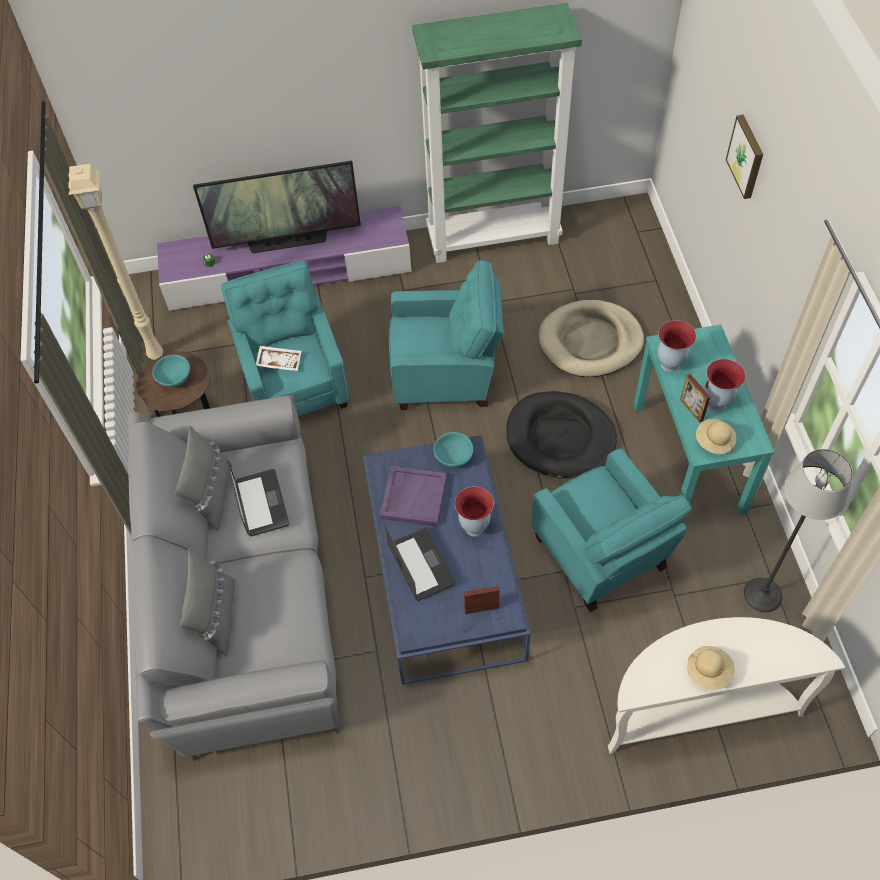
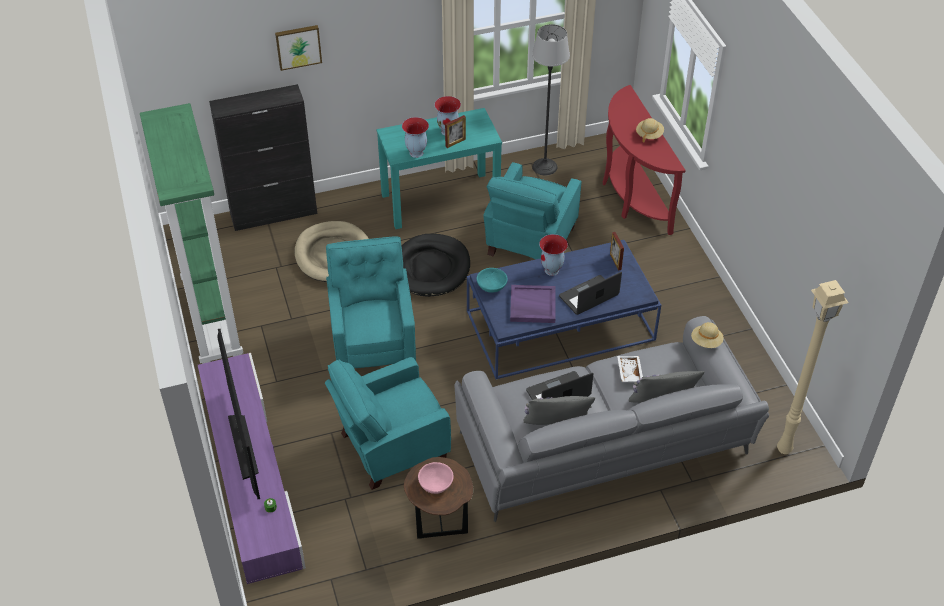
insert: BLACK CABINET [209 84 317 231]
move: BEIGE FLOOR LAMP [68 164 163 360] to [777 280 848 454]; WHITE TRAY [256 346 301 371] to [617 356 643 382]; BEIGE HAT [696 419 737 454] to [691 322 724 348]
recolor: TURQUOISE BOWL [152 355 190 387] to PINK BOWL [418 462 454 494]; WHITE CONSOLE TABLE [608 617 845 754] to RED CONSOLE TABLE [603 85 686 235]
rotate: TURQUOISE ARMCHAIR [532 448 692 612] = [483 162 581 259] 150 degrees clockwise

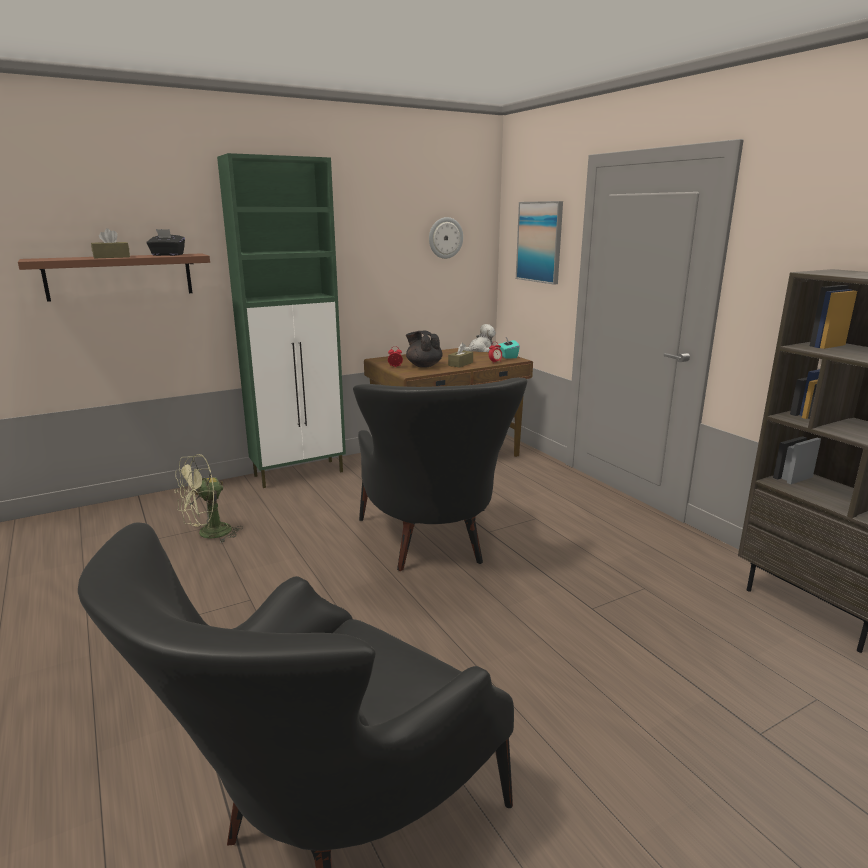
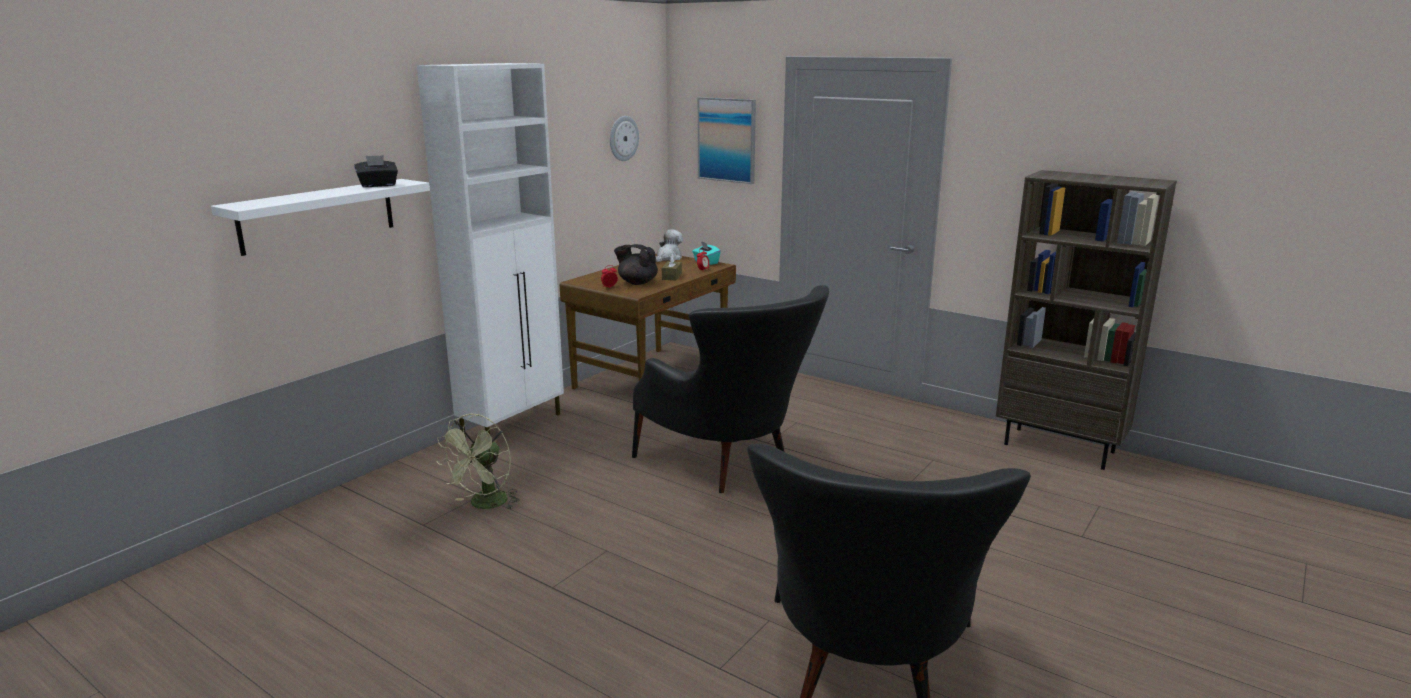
delete: BROWN TISSUE BOX [91 228 130 258]
recolor: GREEN CABINET [217 153 346 488] to WHITE CABINET [417 63 564 437]; BROWN SHELF [18 253 210 302] to WHITE SHELF [211 179 430 256]

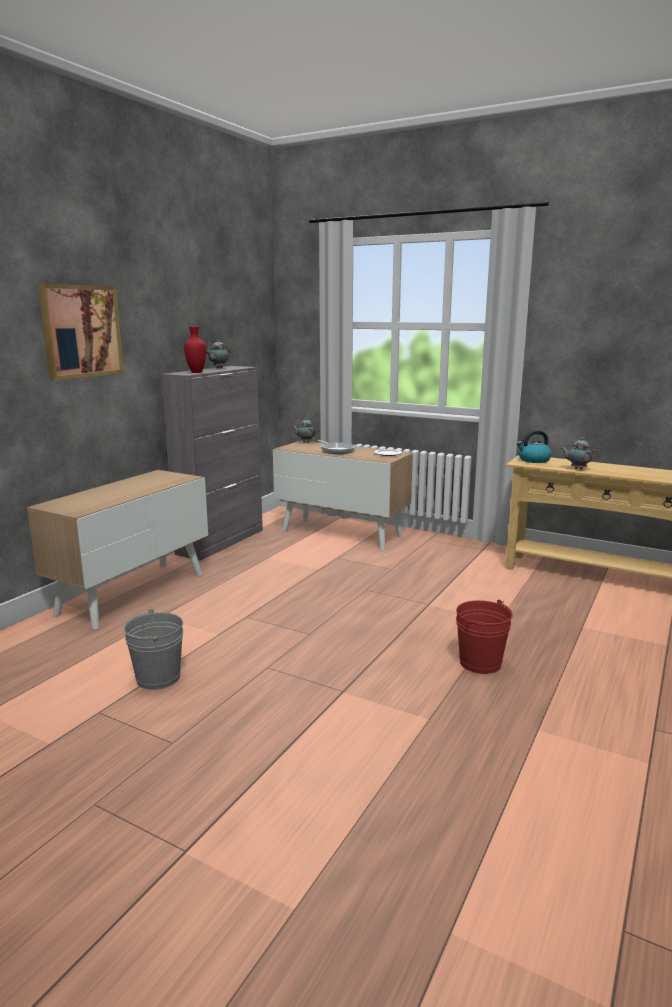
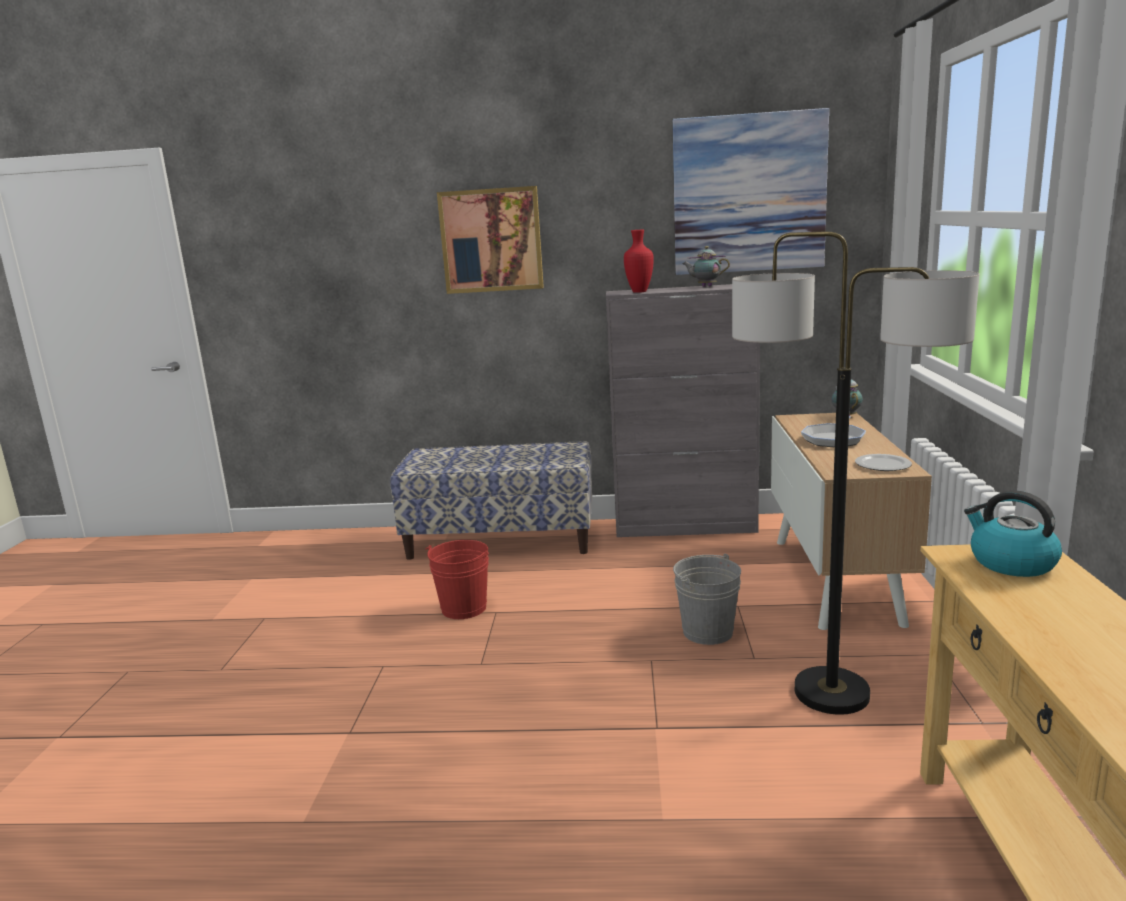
delete: TEAPOT [560 438 600 470]
insert: PICTURE [672 108 829 275]; FLOOR LAMP [732 231 980 715]
move: RED BUCKET [456 600 513 674] to [425 540 489 619]; GREY BUCKET [123 609 183 690] to [673 554 741 645]
replace: CABINET [27 470 208 629] to BENCH [390 441 592 560]

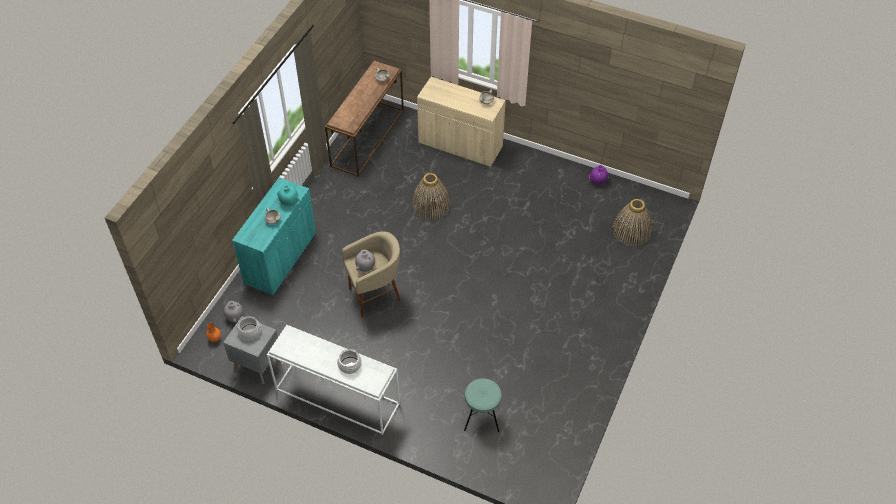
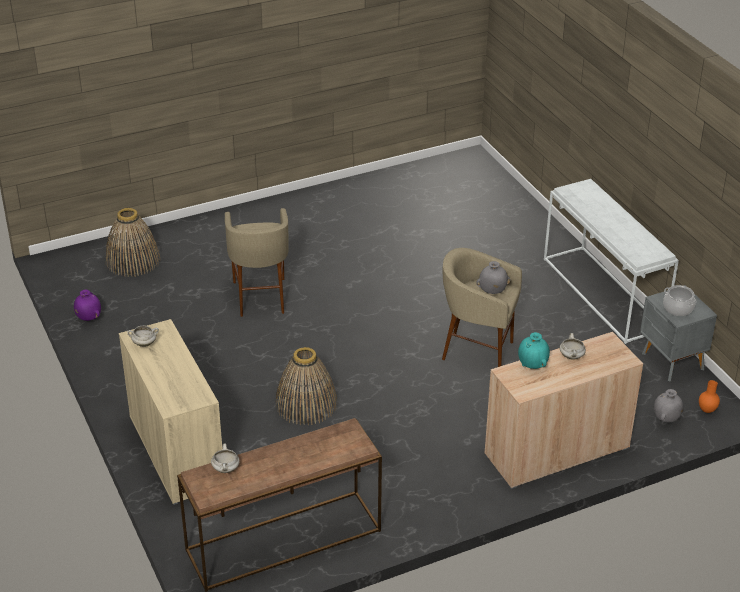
delete: COOKING POT [337 348 362 374]; TURQUOISE STOOL [464 378 501 432]
insert: BEIGE STOOL [225 208 289 317]
recolor: TURQUOISE CABINET [232 178 316 295] to BEIGE CABINET [485 332 643 489]

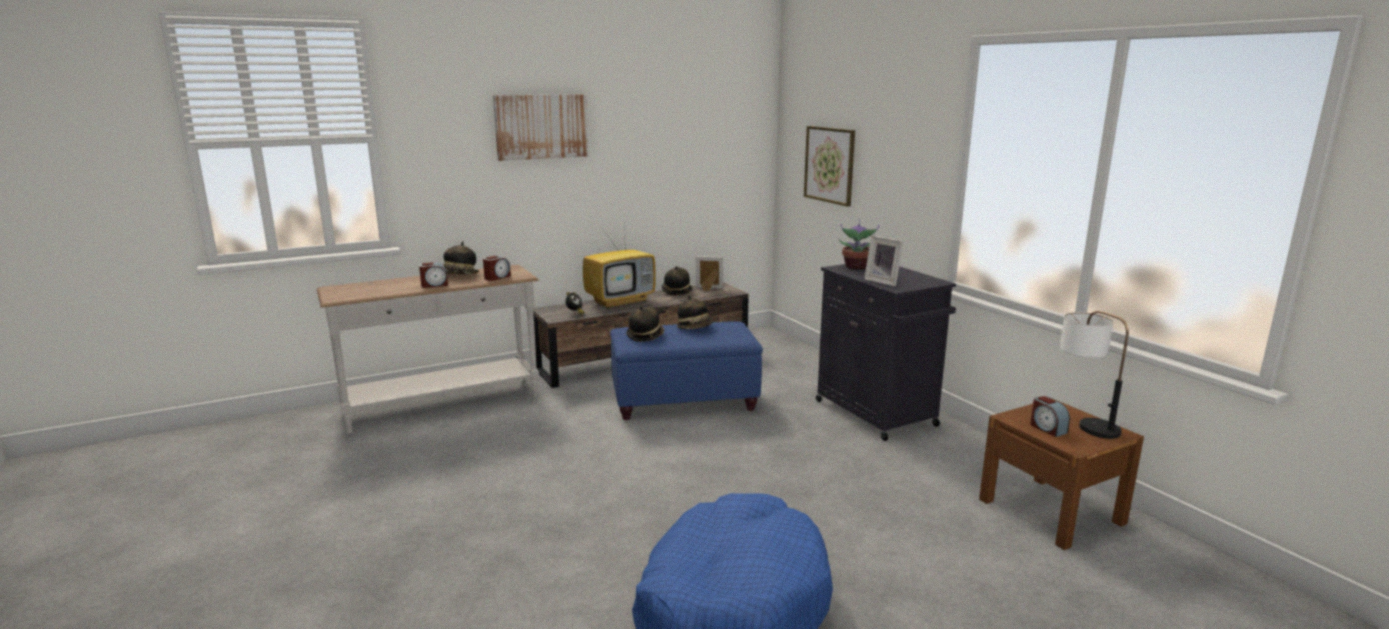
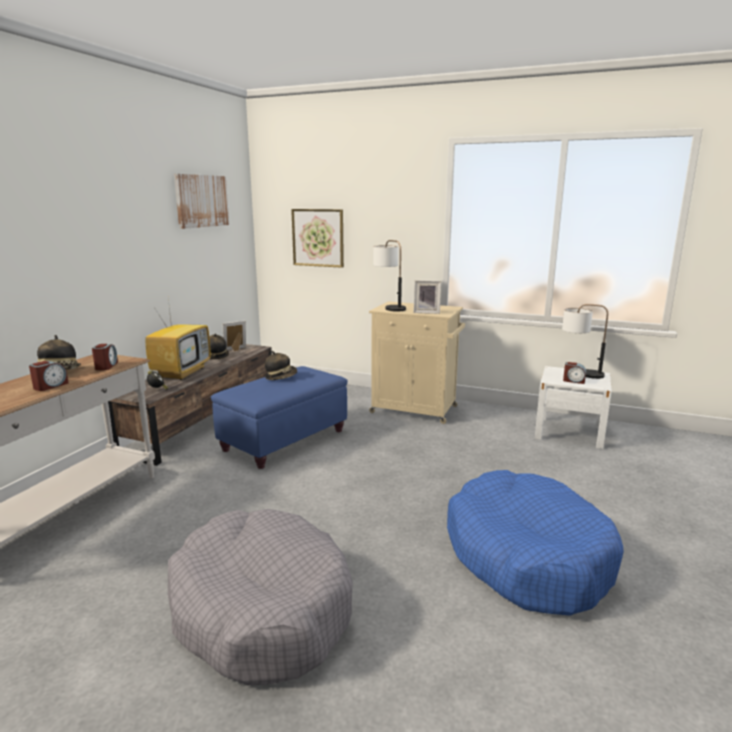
delete: HAT [626 306 664 342]
insert: GREY DOG BED [168 509 353 685]
move: PICTURE [493 94 589 161] to [174 174 229 229]
replace: POTTED PLANT [838 219 880 269] to TABLE LAMP [373 240 406 312]
recolor: BLACK CABINET [816 264 956 441] to BEIGE CABINET [369 302 465 424]; BROWN NIGHTSTAND [979 399 1144 550] to WHITE NIGHTSTAND [535 366 612 449]

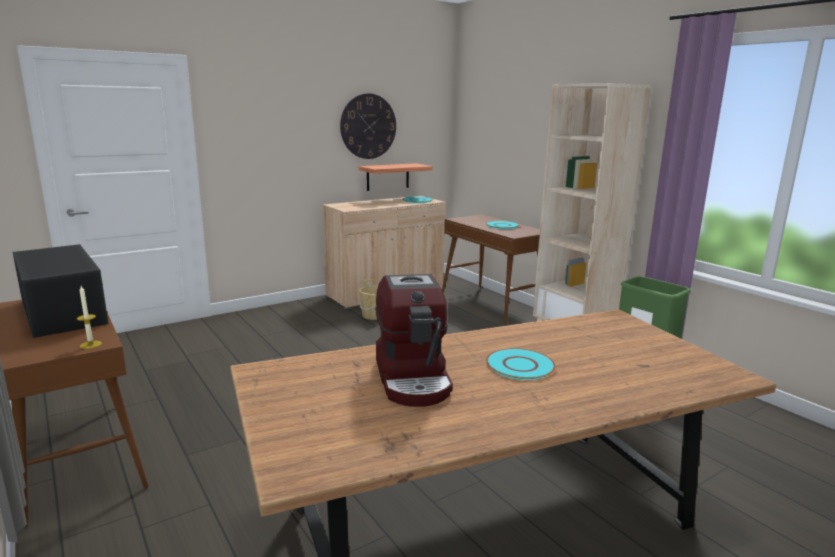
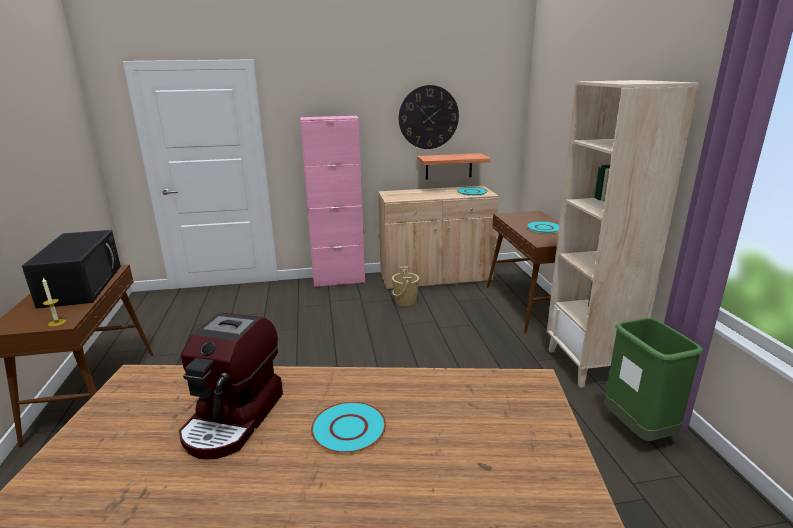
insert: PINK CABINET [300 116 365 287]

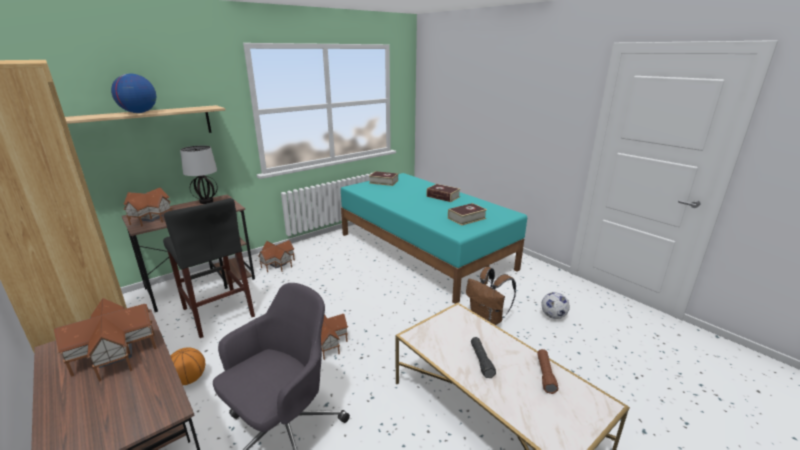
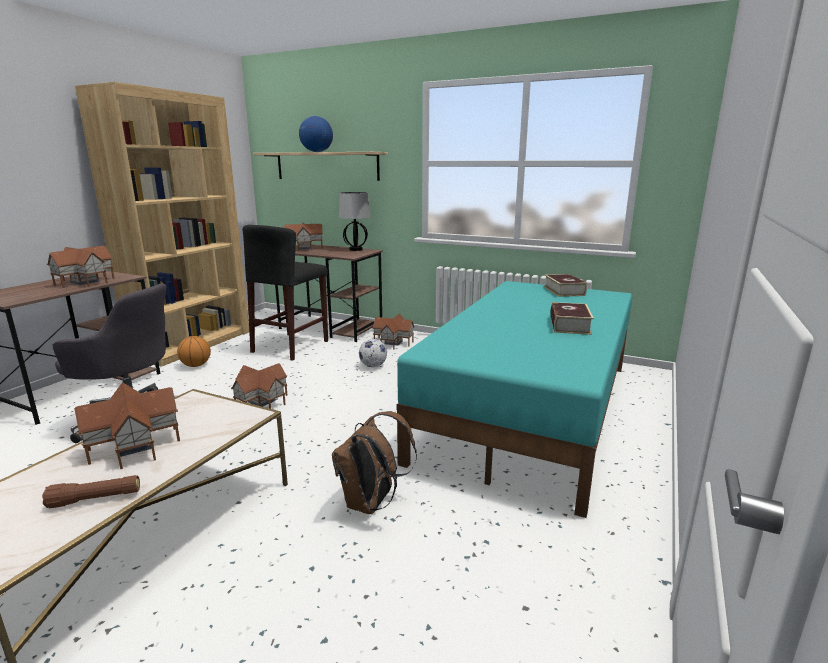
delete: BOOK [448 203 487 226]
move: FOOTBALL [541 292 570 319] to [359 339 387 367]
replace: BLACK FLASHLIGHT [471 337 496 378] to TOY HOUSE [74 382 180 469]

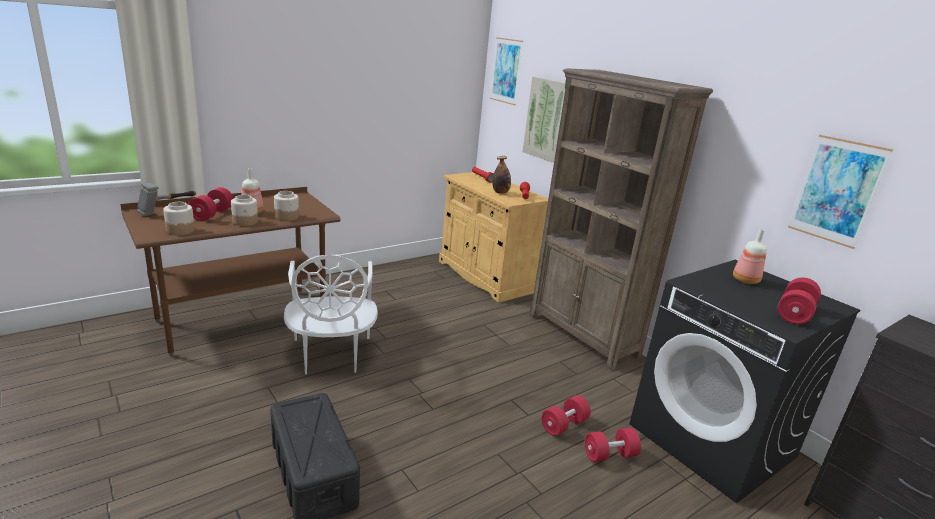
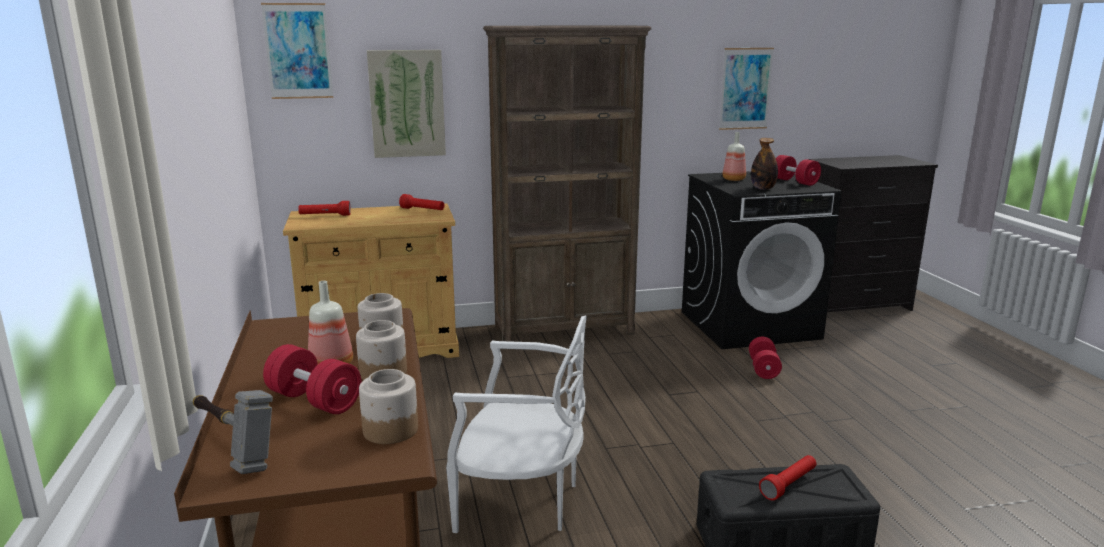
delete: RED DUMBBELL [541 395 591 436]
insert: RED FLASHLIGHT [759 455 816 501]
move: BOTTLE [492 156 511 194] to [751 138 778 190]

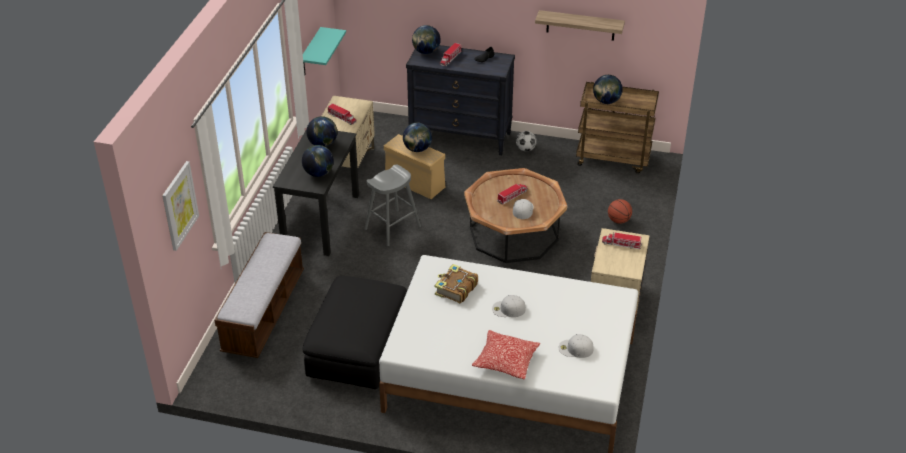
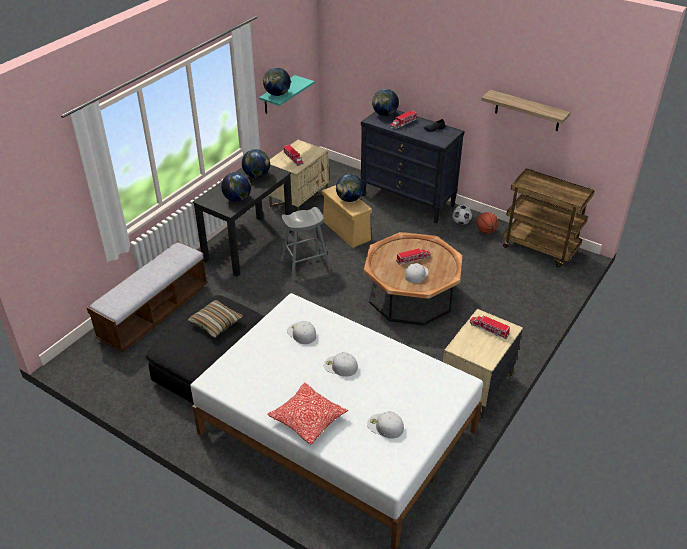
delete: PICTURE [162 161 199 251]
insert: PILLOW [188 300 243 338]
move: GLOBE [593 75 623 104] to [263 67 291 96]; BASKETBALL [608 199 632 224] to [476 212 498 234]
replace: BOOK [435 264 478 303] to WHITE CAP [287 321 316 344]

